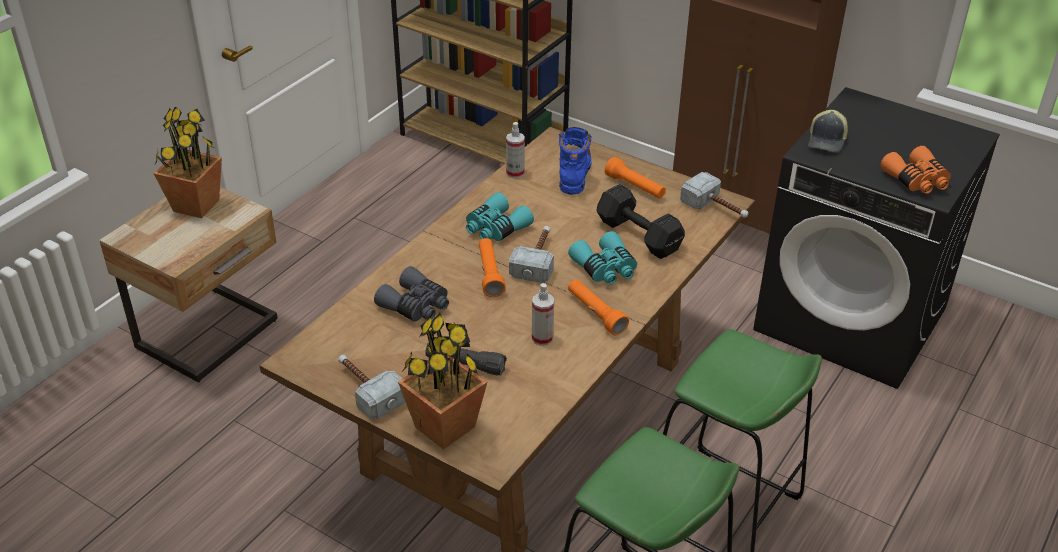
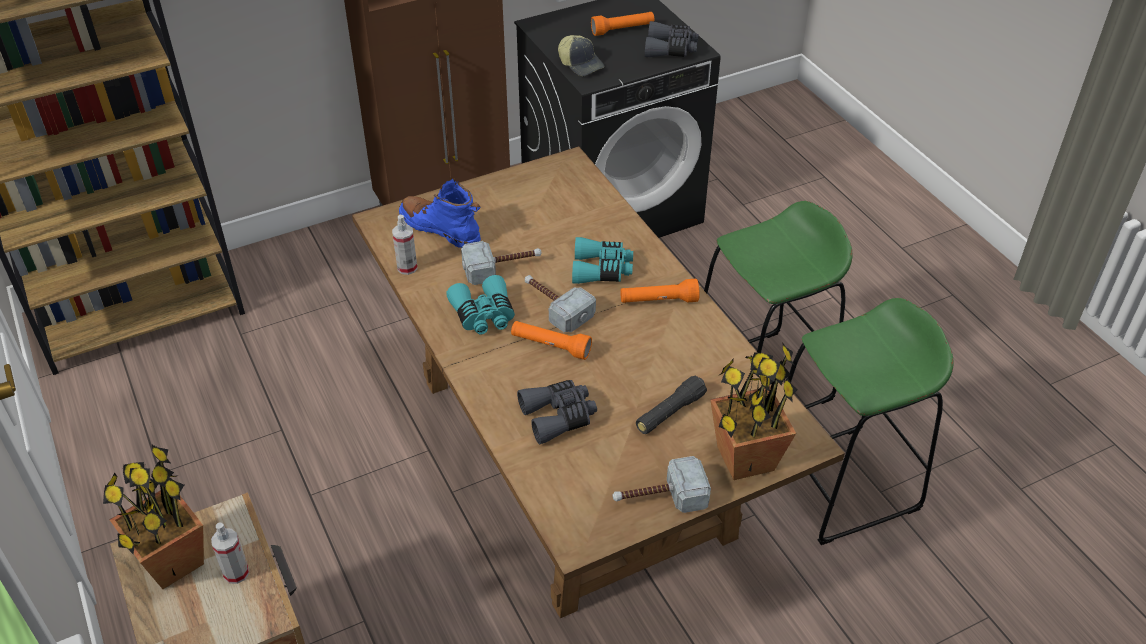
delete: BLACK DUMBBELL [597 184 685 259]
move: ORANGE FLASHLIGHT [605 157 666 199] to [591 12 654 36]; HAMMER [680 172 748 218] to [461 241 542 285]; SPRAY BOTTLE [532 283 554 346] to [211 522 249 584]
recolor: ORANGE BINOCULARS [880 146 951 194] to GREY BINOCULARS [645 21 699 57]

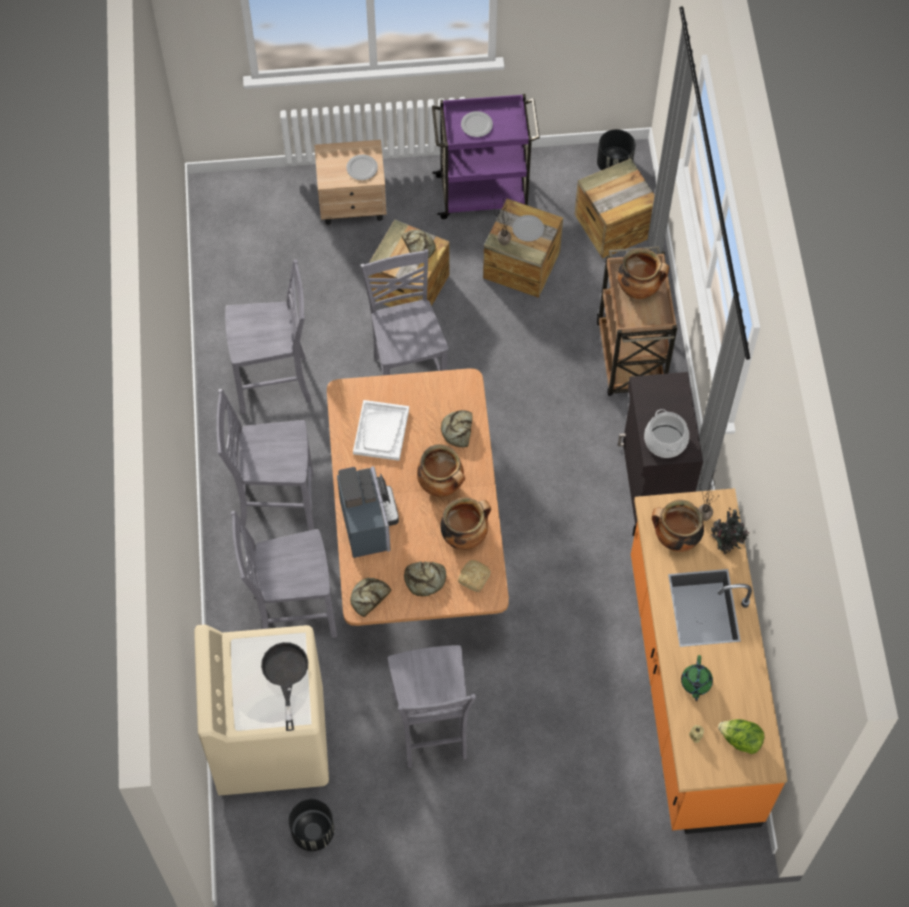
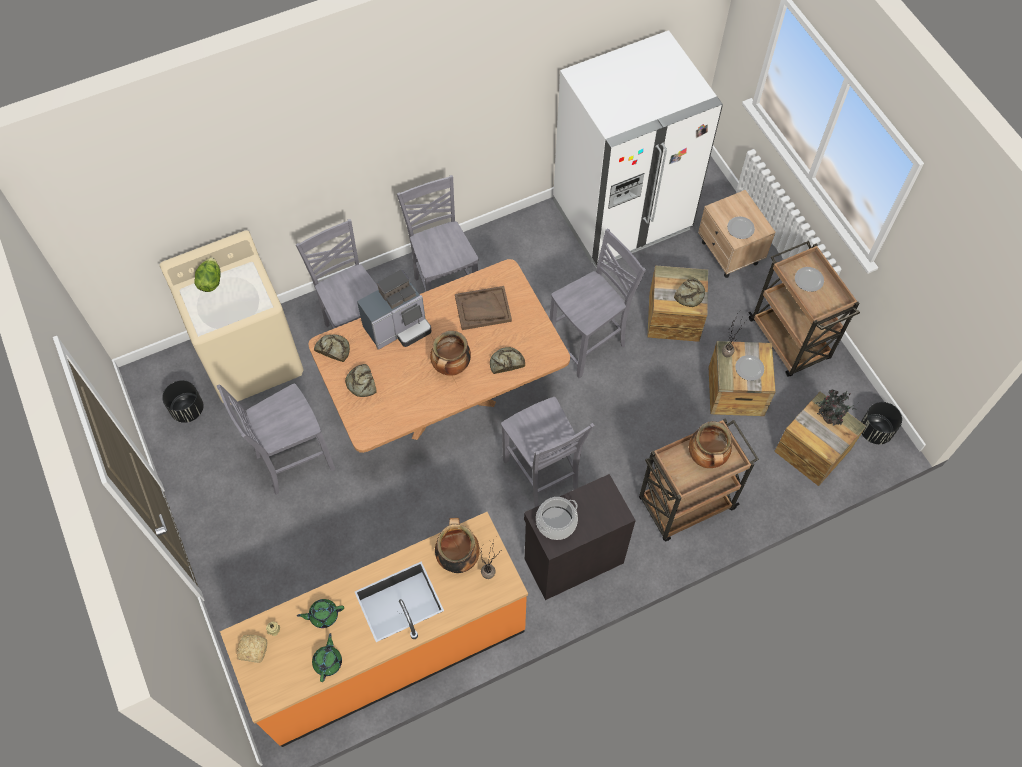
delete: COOKING POT [440 498 491 550]; BLACK FRYING PAN [261 642 308 731]
insert: WHITE FRIDGE [553 30 723 268]; GREEN TEAPOT [312 633 342 682]
move: GREY CHAIR [225 260 311 413] to [501 397 595 507]; POTTED PLANT [711 507 749 554] to [815 389 857 426]; BREAD [458 560 491 592] to [237 634 268 663]; LETTUCE [718 719 764 754] to [194 257 221 292]
recolor: PURPLE CART [432 94 540 219] to BROWN CART [748 241 860 377]; WHITE TRAY [353 400 409 461] to BROWN TRAY [455 286 512 330]

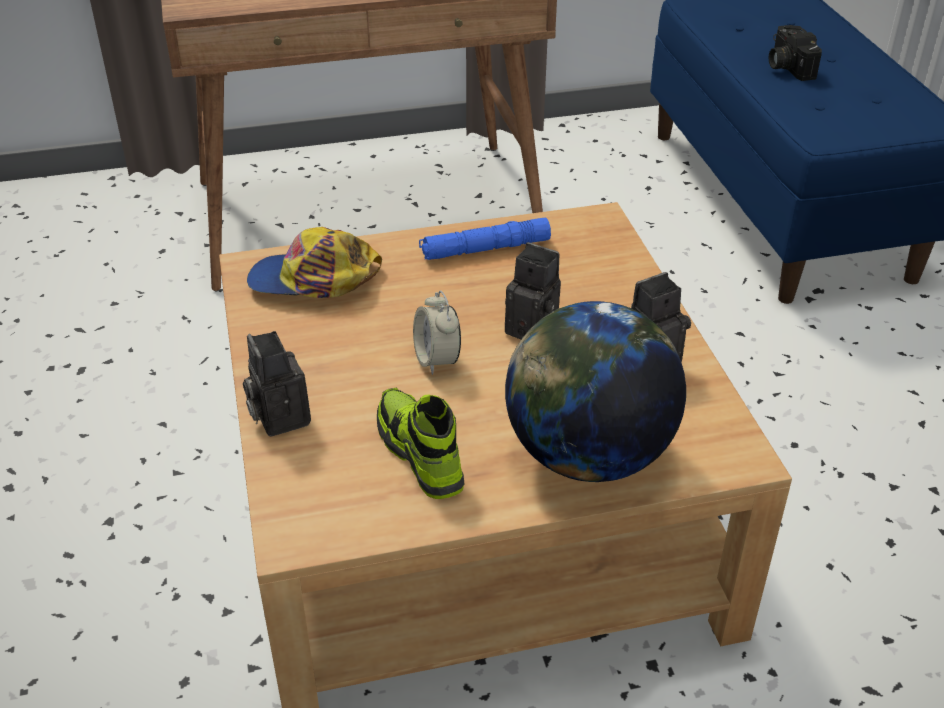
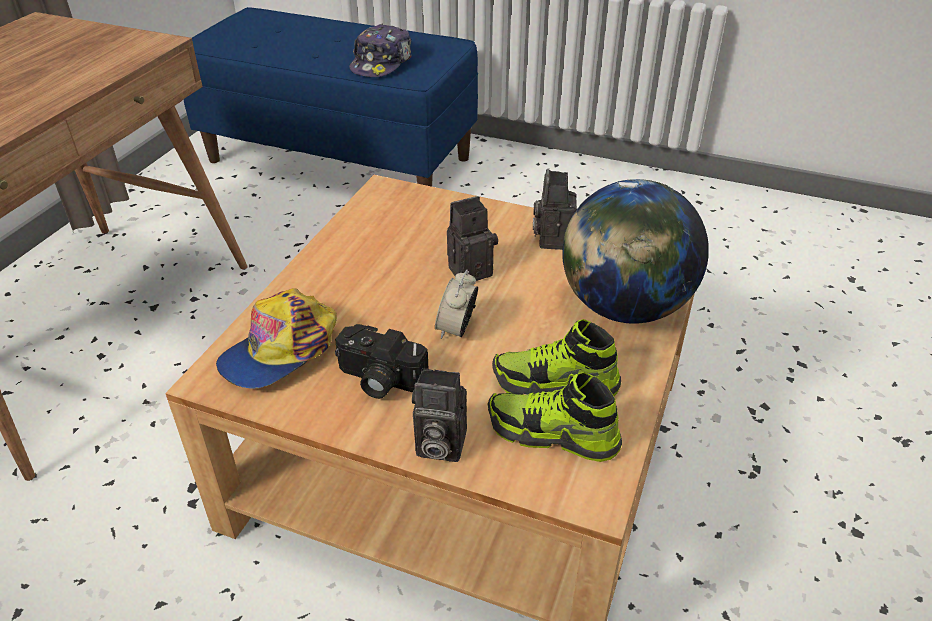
delete: BLUE FLASHLIGHT [419 218 551 260]
insert: CAP [350 23 412 77]; SHOE [487 372 622 462]
move: PHOTO CAMERA [769 25 822 81] to [335 324 429 399]
rotate: ALARM CLOCK [413 290 461 375] = [435 270 478 339] 90 degrees clockwise

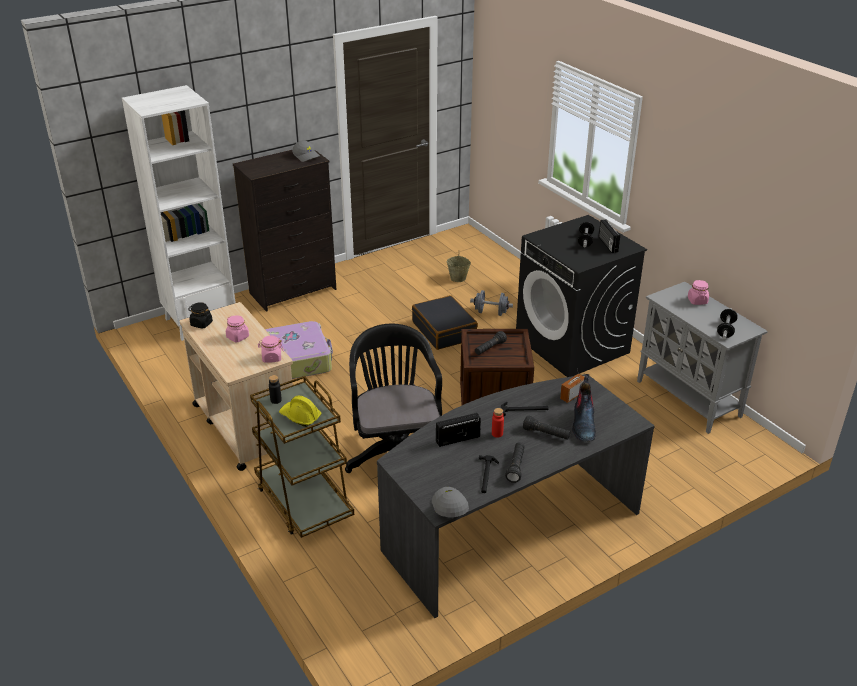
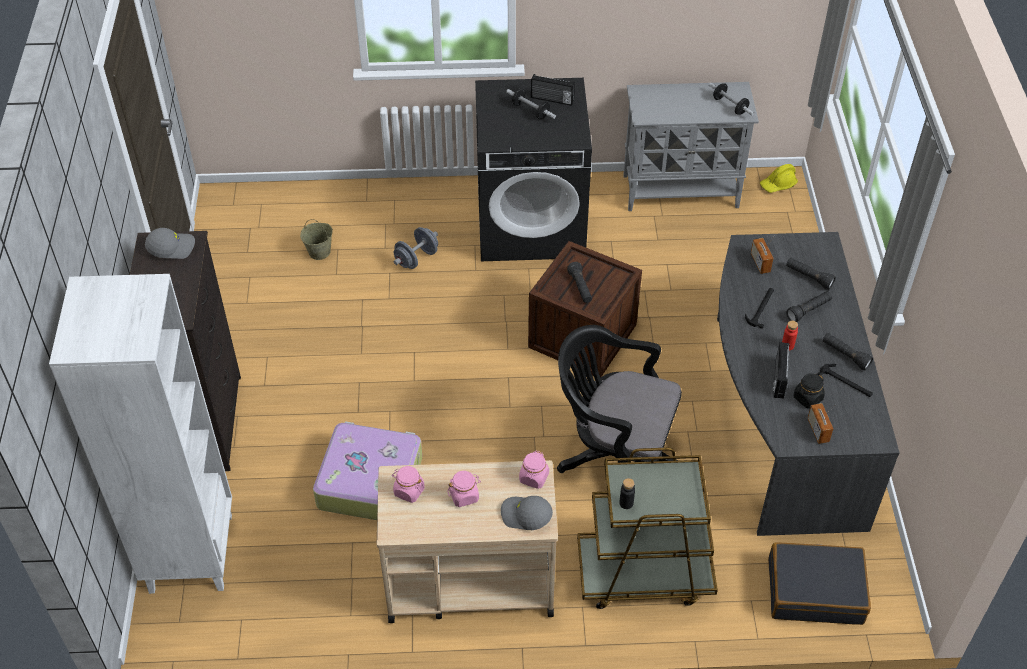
insert: RADIO [808 403 836 444]
move: PINK JAR [688 280 709 305] to [392 466 425 503]; BLACK SUITCASE [412 295 478 350] to [768 542 871 625]; BLACK JAR [188 302 213 328] to [794 373 825 409]; YELLOW HARD HAT [279 396 321 427] to [760 164 798 193]; GREY CAP [432 487 469 517] to [501 496 553 530]
replace: BOOT [572 374 596 442] to BLACK FLASHLIGHT [786 258 836 289]

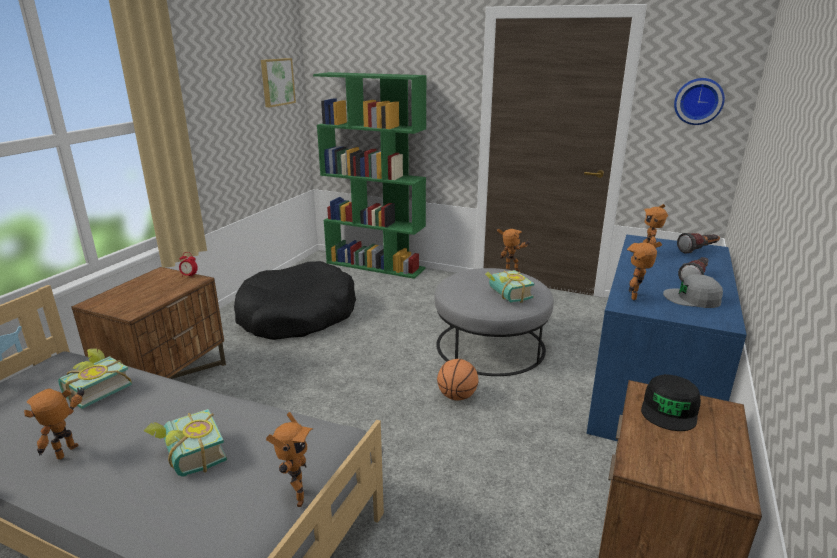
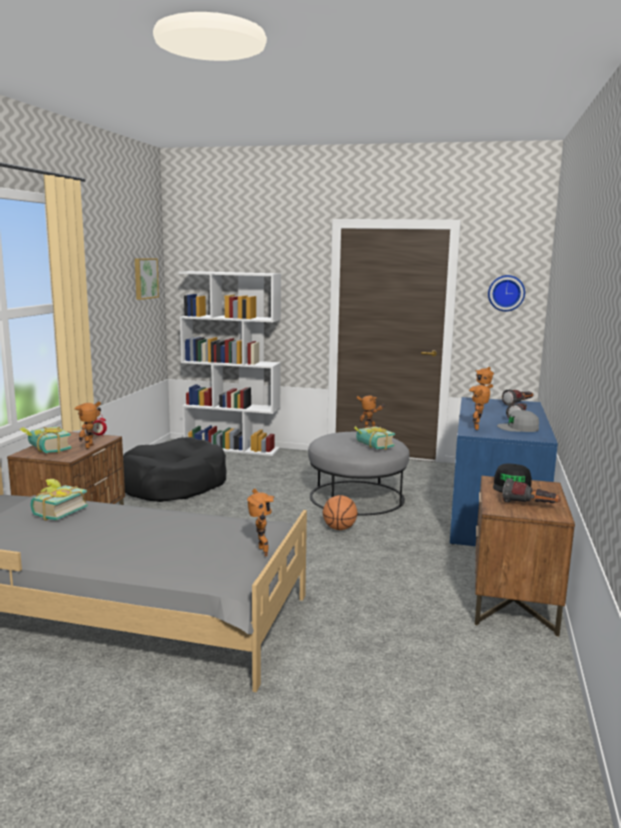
insert: FLASHLIGHT [503 478 561 503]
move: TOY ROBOT [24 387 85 459] to [75 401 101 449]; BOOK [144 409 227 477] to [20 426 72 453]
recolor: GREEN BOOKCASE [313 72 427 279] to WHITE BOOKCASE [178 271 281 456]

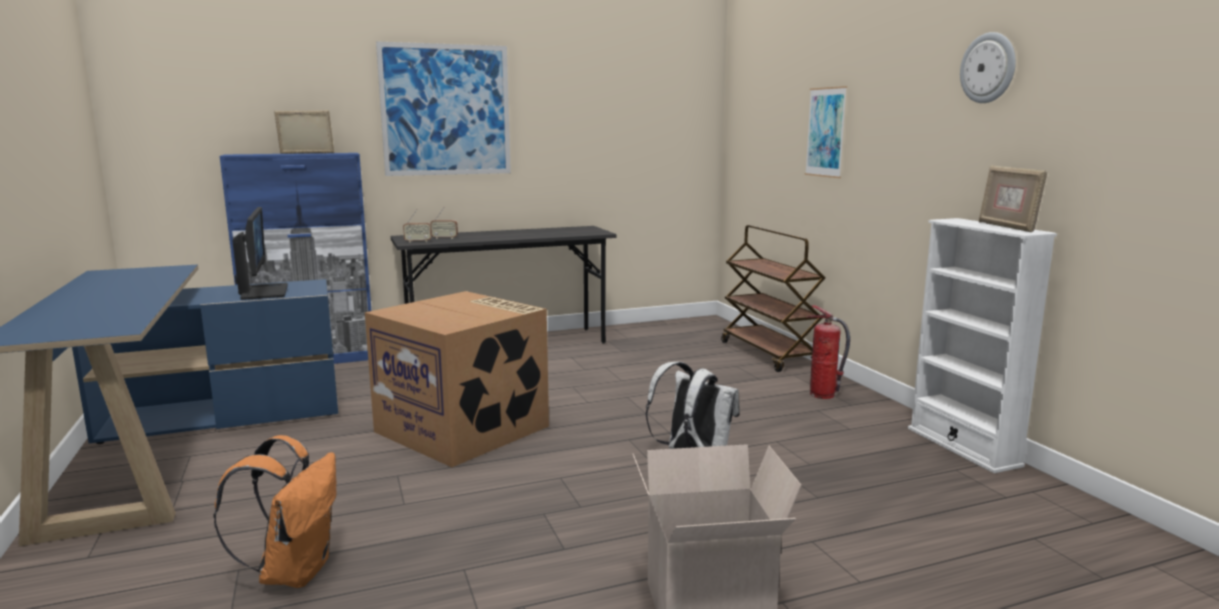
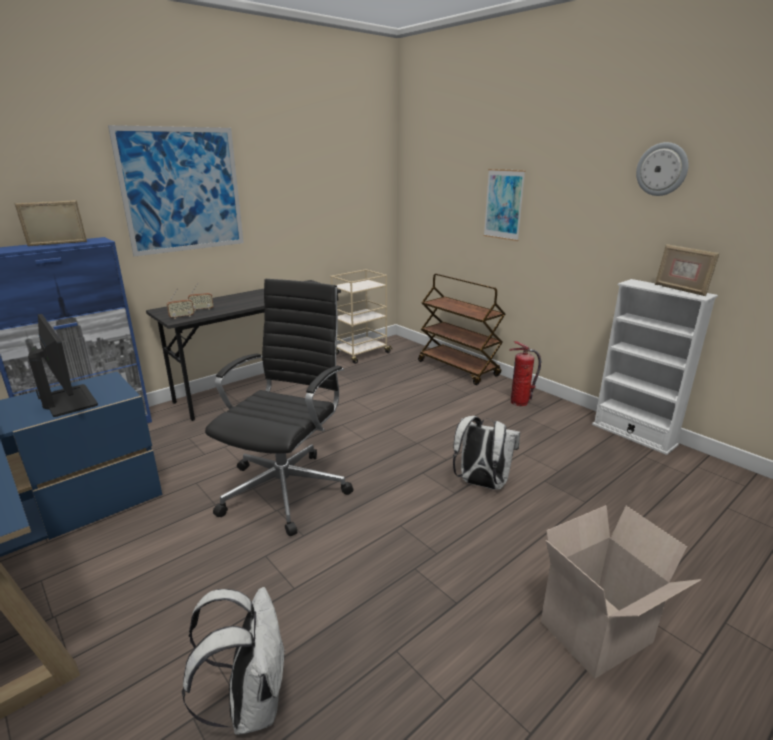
insert: BEIGE CART [331 269 392 364]
replace: CARDBOARD BOX [365 291 549 467] to BLACK OFFICE CHAIR [205 279 353 536]
recolor: ORANGE BACKPACK [213 435 337 588] to WHITE BACKPACK [182 587 286 735]

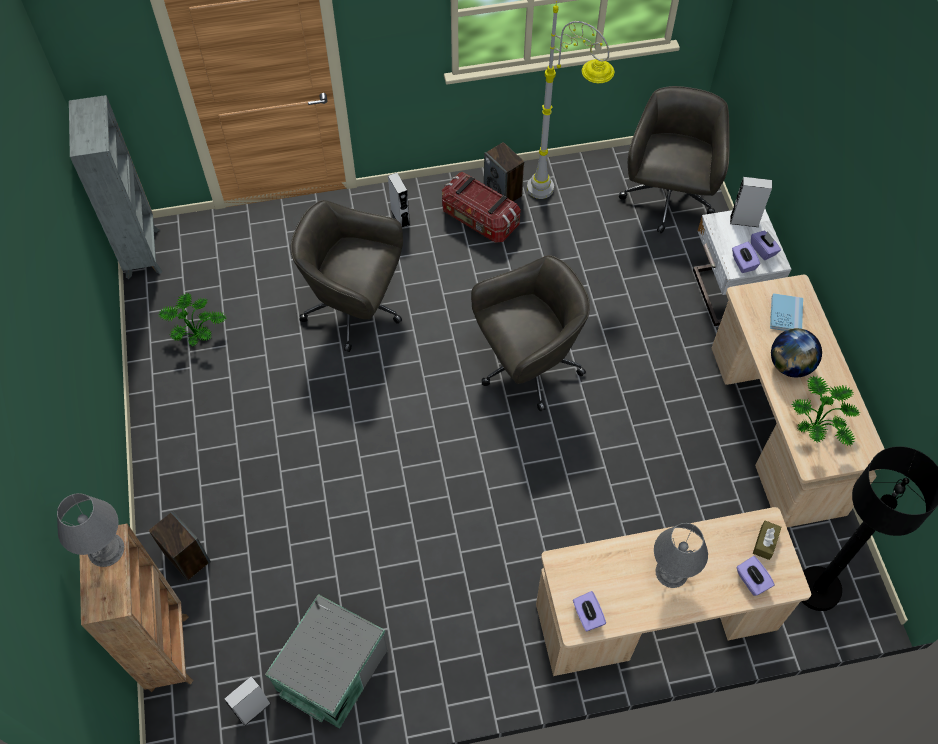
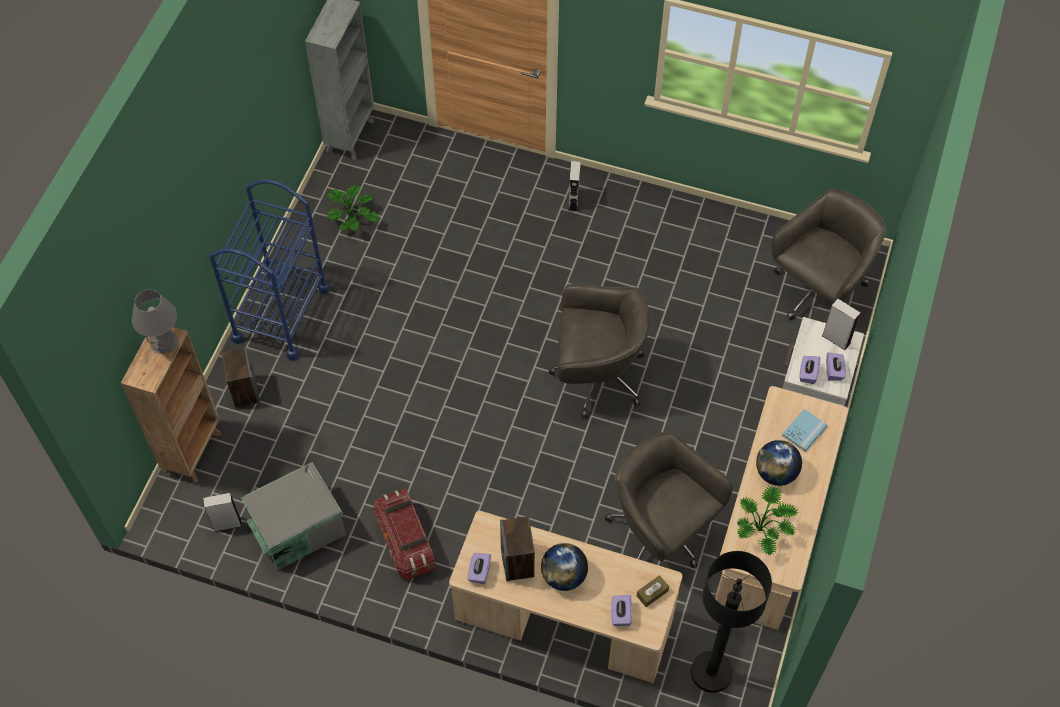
delete: GREY FLOOR LAMP [527 1 614 199]
insert: BLUE CART [209 179 330 360]
move: SPEAKER [484 142 524 201] to [500 517 535 581]; STORAGE BOX [442 172 521 243] to [373 488 436 580]; GREY OFFICE CHAIR [291 200 403 352] to [605 432 733 568]
replace: GREY TABLE LAMP [654 523 708 588] to GLOBE [541 543 588 591]

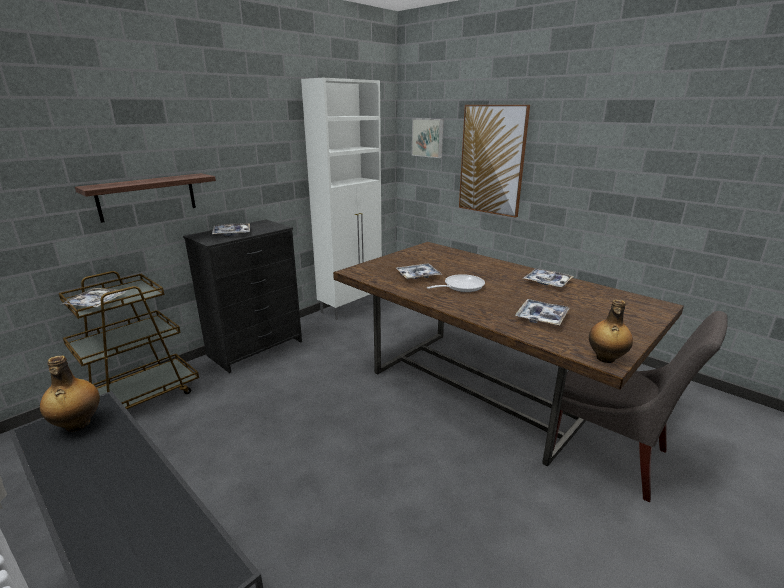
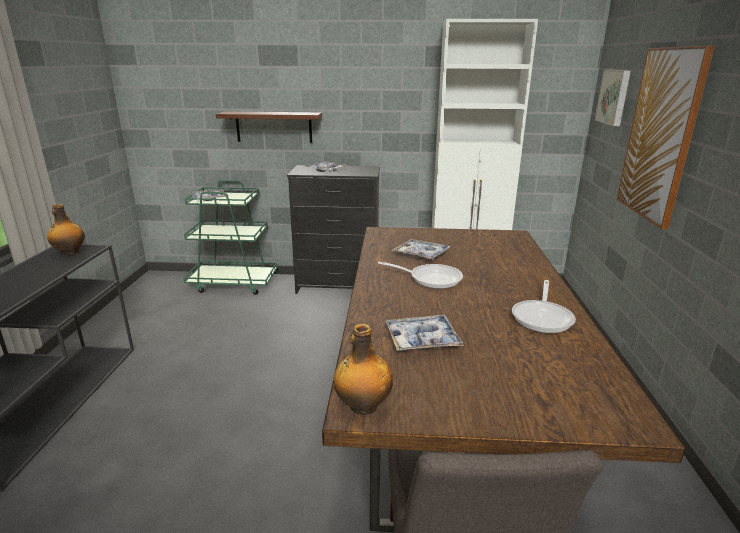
replace: TRAY [524 268 573 287] to FRYING PAN [512 280 576 333]
recolor: BROWN CART [59 271 199 409] to GREEN CART [183 180 277 295]

